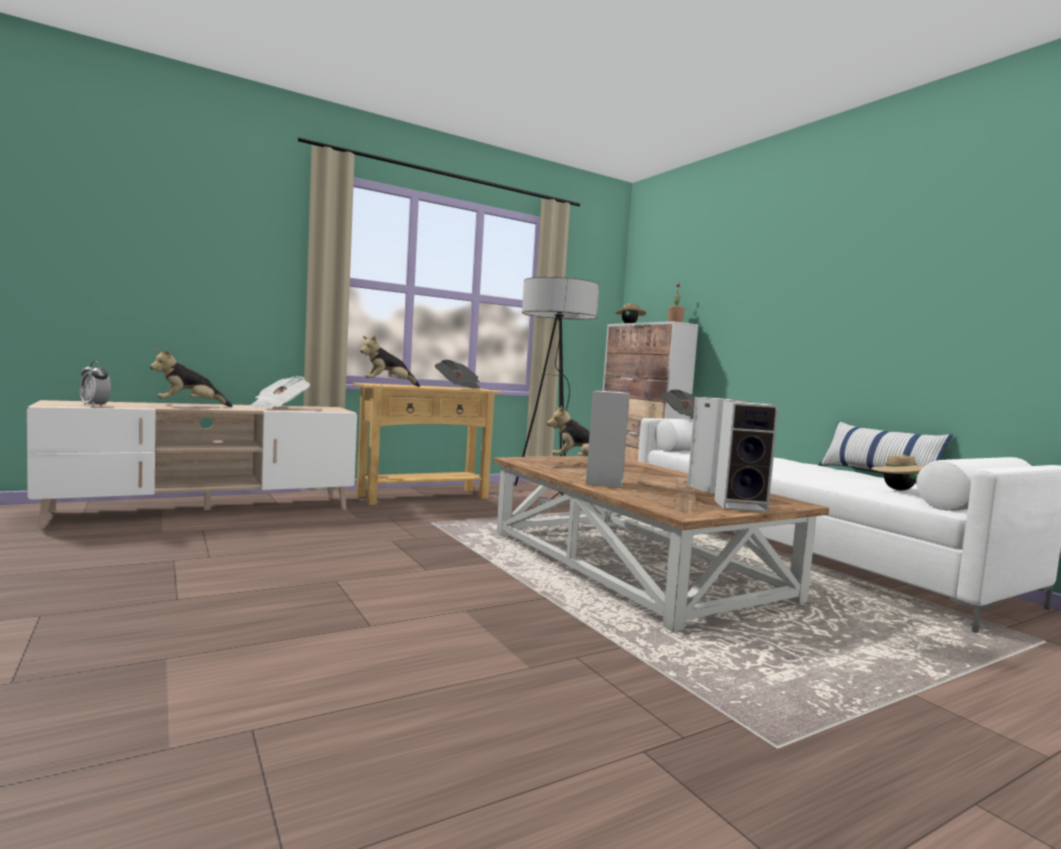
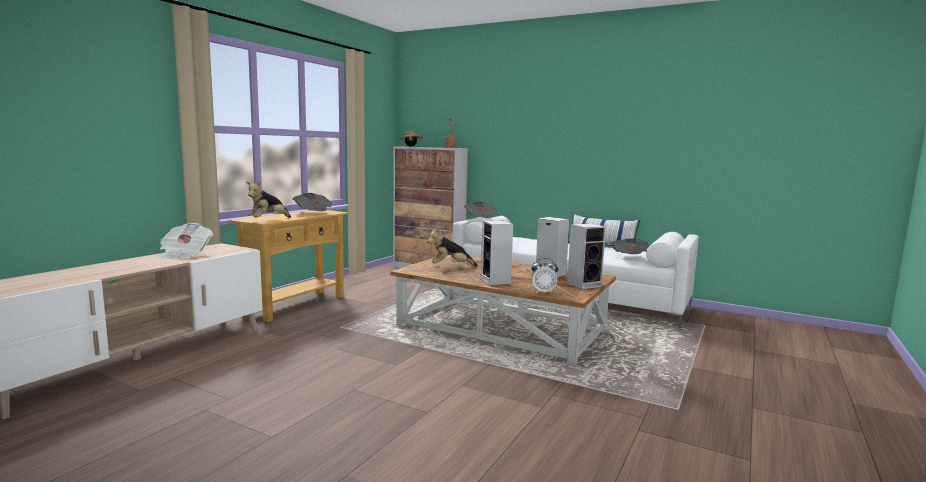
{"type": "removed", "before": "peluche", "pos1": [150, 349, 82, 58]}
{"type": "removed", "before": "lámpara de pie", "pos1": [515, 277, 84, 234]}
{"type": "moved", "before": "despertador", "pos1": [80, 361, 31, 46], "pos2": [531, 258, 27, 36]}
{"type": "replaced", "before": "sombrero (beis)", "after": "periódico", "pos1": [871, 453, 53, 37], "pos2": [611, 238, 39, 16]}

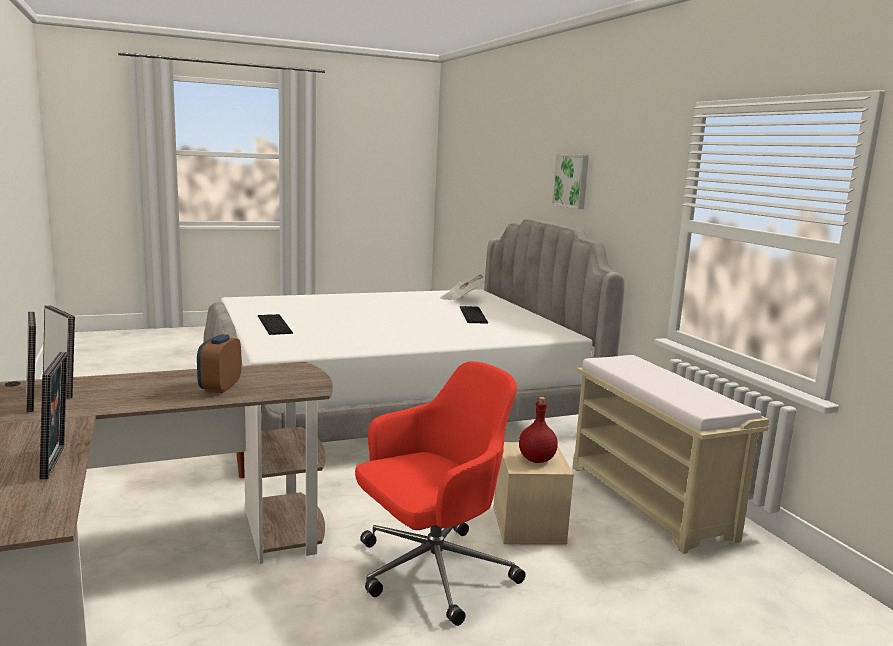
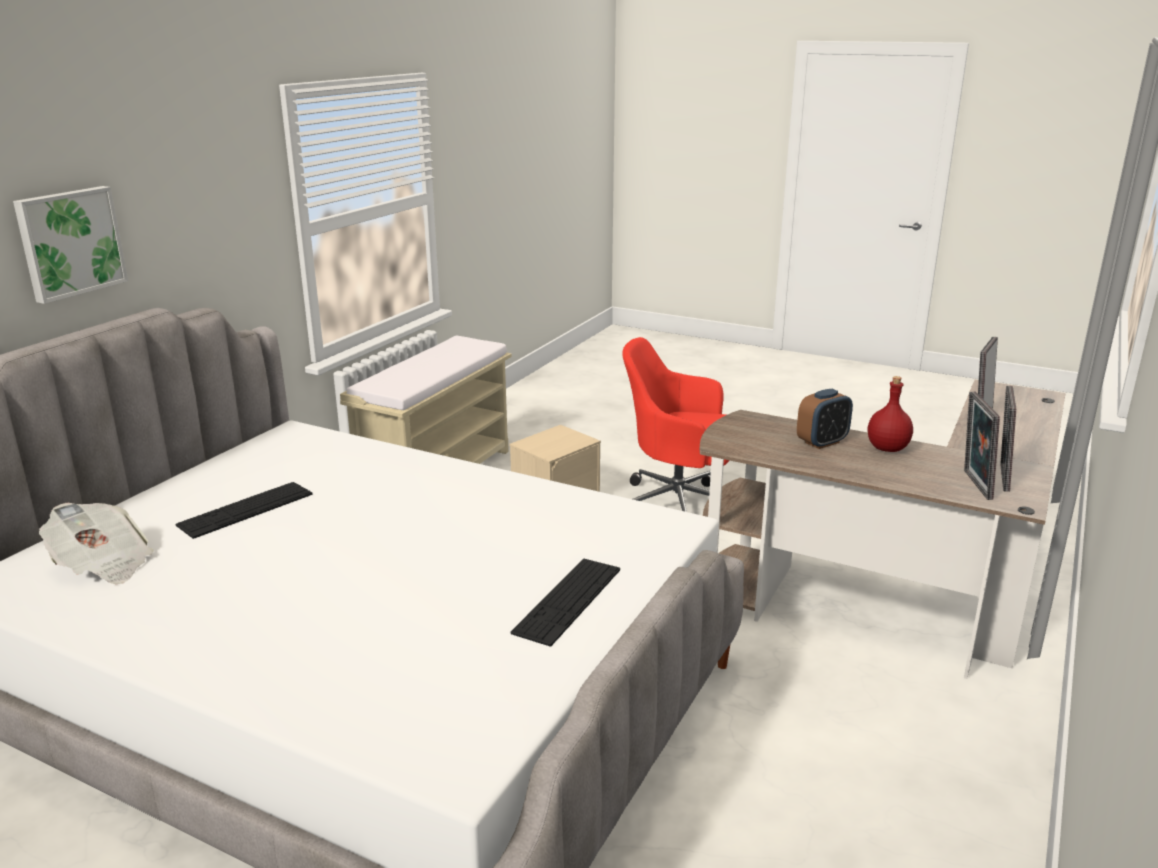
{"type": "moved", "before": "botella (rojo)", "pos1": [519, 397, 39, 66], "pos2": [868, 376, 45, 76]}

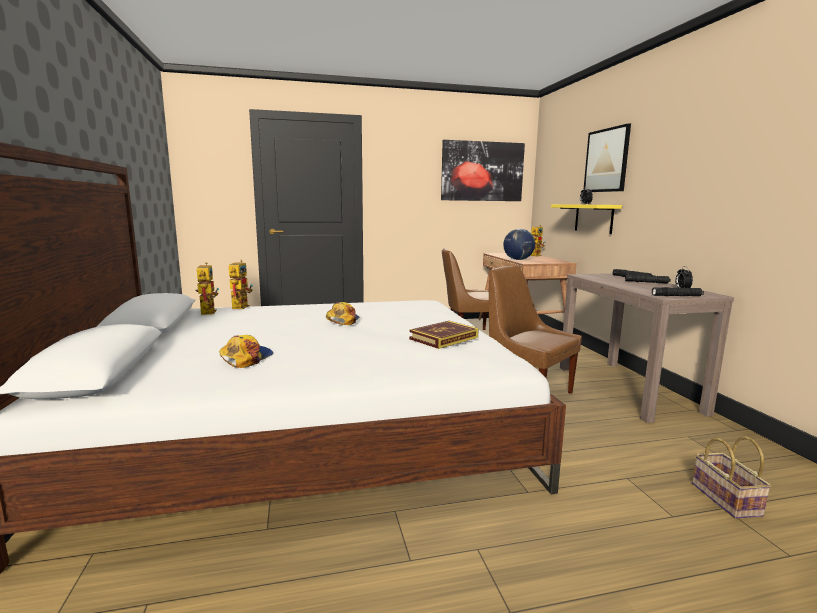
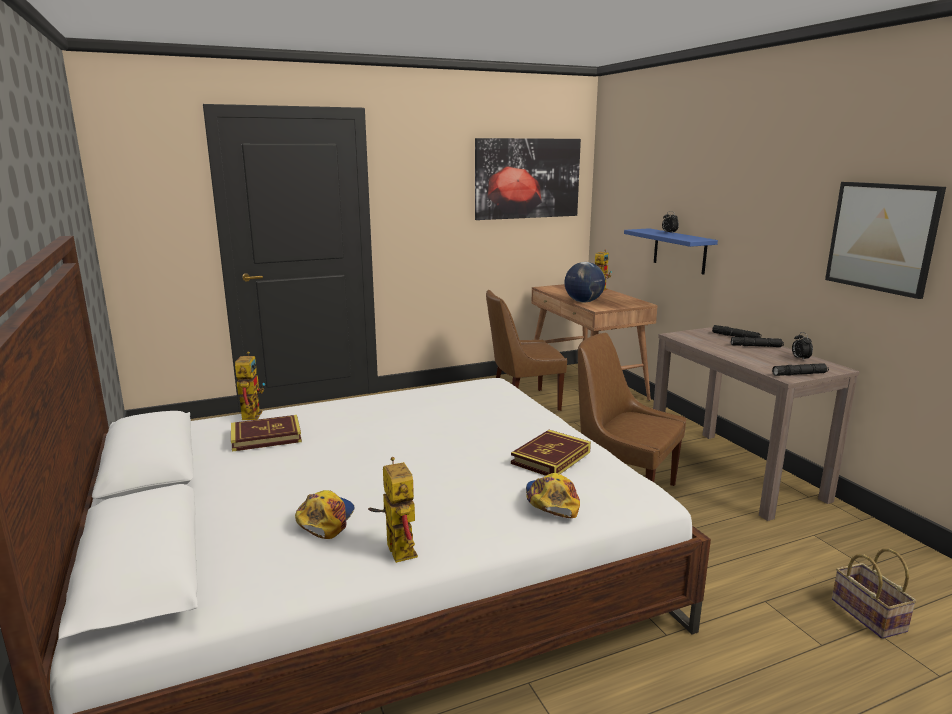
{"type": "added", "after": "libro", "pos2": [231, 415, 71, 37]}
{"type": "moved", "before": "robot de juguete", "pos1": [195, 262, 24, 53], "pos2": [368, 457, 50, 106]}
{"type": "moved", "before": "gorra", "pos1": [326, 302, 33, 23], "pos2": [526, 473, 54, 45]}
{"type": "moved", "before": "cuadro", "pos1": [583, 123, 48, 69], "pos2": [825, 182, 121, 117]}
{"type": "recoloured", "before": "estante (amarillo)", "after": "estante (azul)", "pos1": [551, 204, 71, 30], "pos2": [624, 228, 94, 47]}

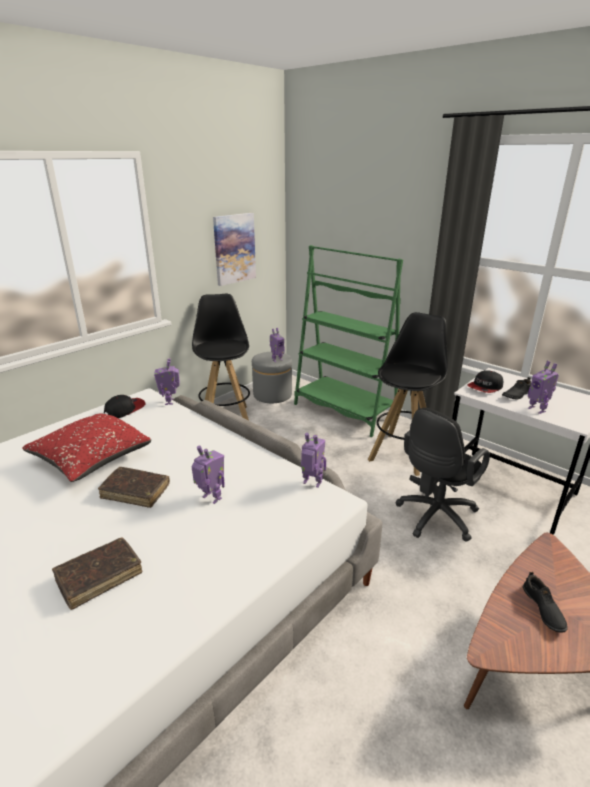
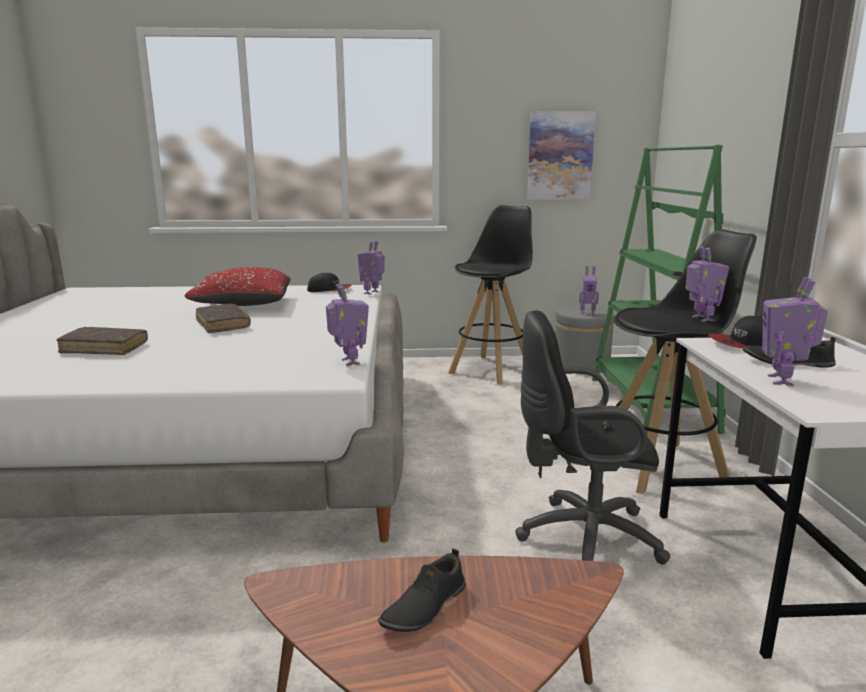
{"type": "moved", "before": "robot de juguete", "pos1": [191, 445, 34, 59], "pos2": [685, 246, 44, 76]}

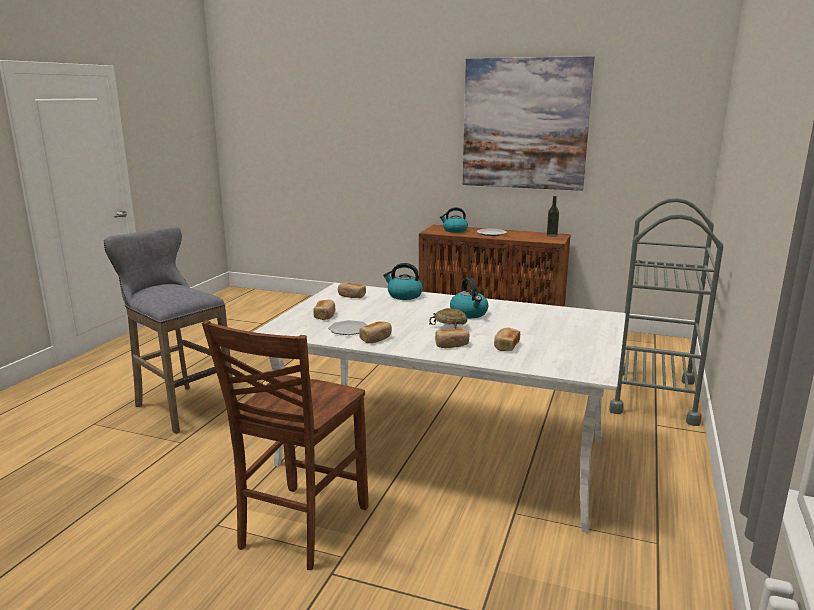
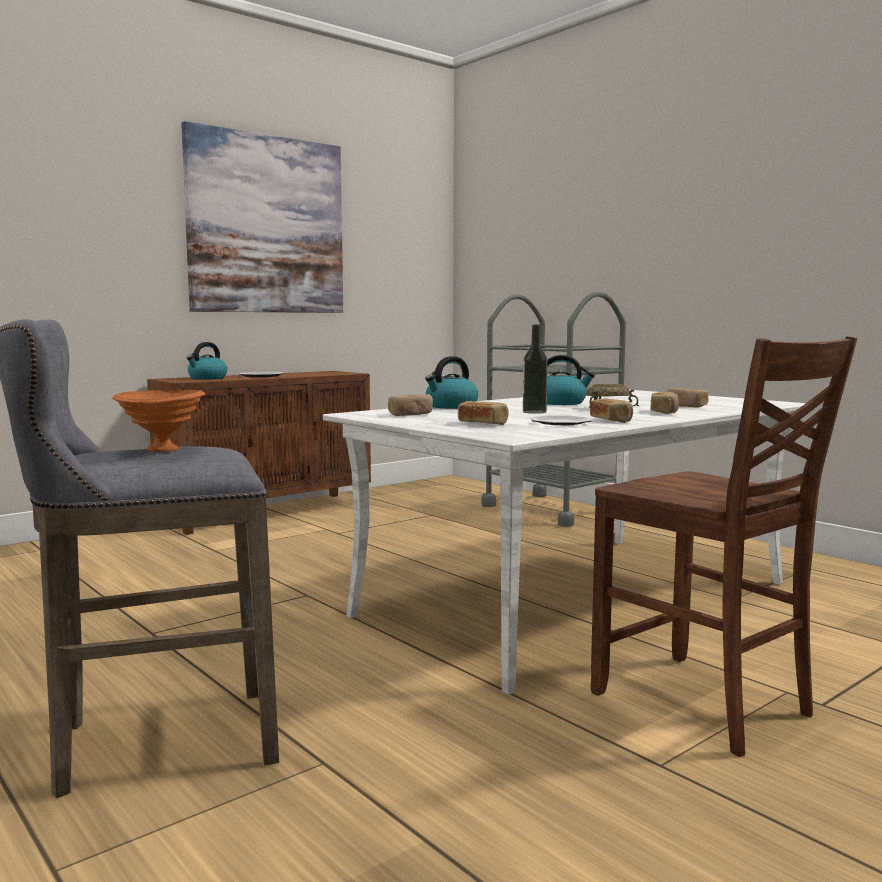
{"type": "added", "after": "cuenco (naranja)", "pos2": [112, 390, 94, 62]}
{"type": "moved", "before": "botella", "pos1": [547, 196, 12, 41], "pos2": [523, 325, 25, 89]}

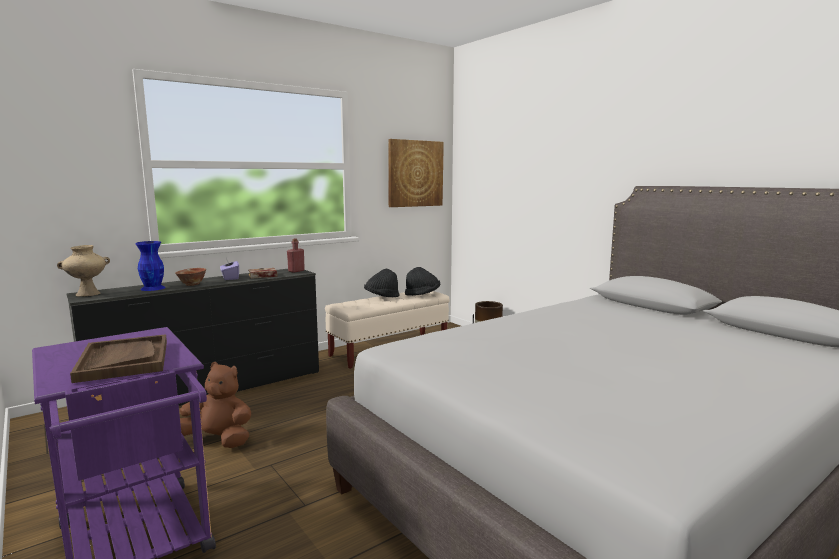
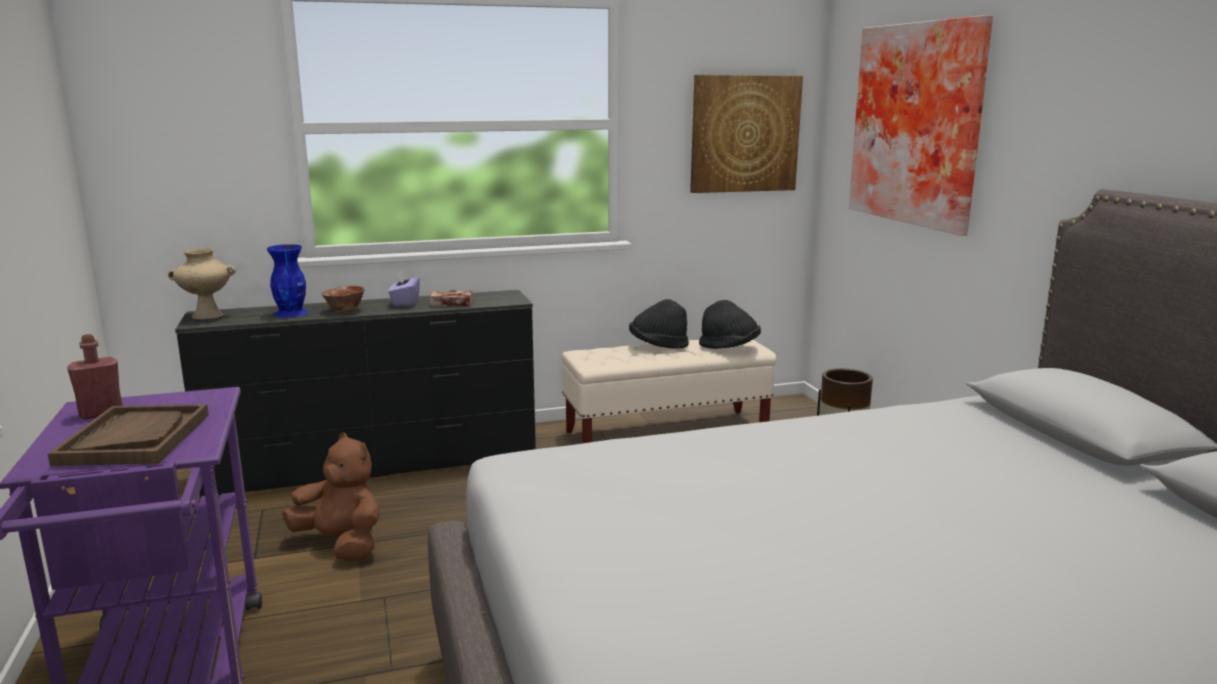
{"type": "added", "after": "cuadro", "pos2": [849, 15, 144, 221]}
{"type": "moved", "before": "botella (rojo)", "pos1": [287, 238, 18, 35], "pos2": [67, 334, 55, 85]}

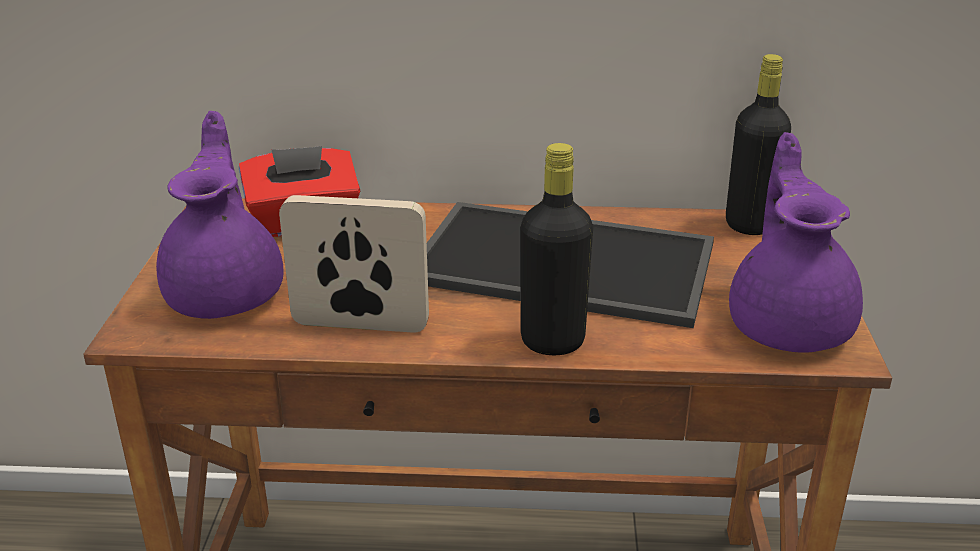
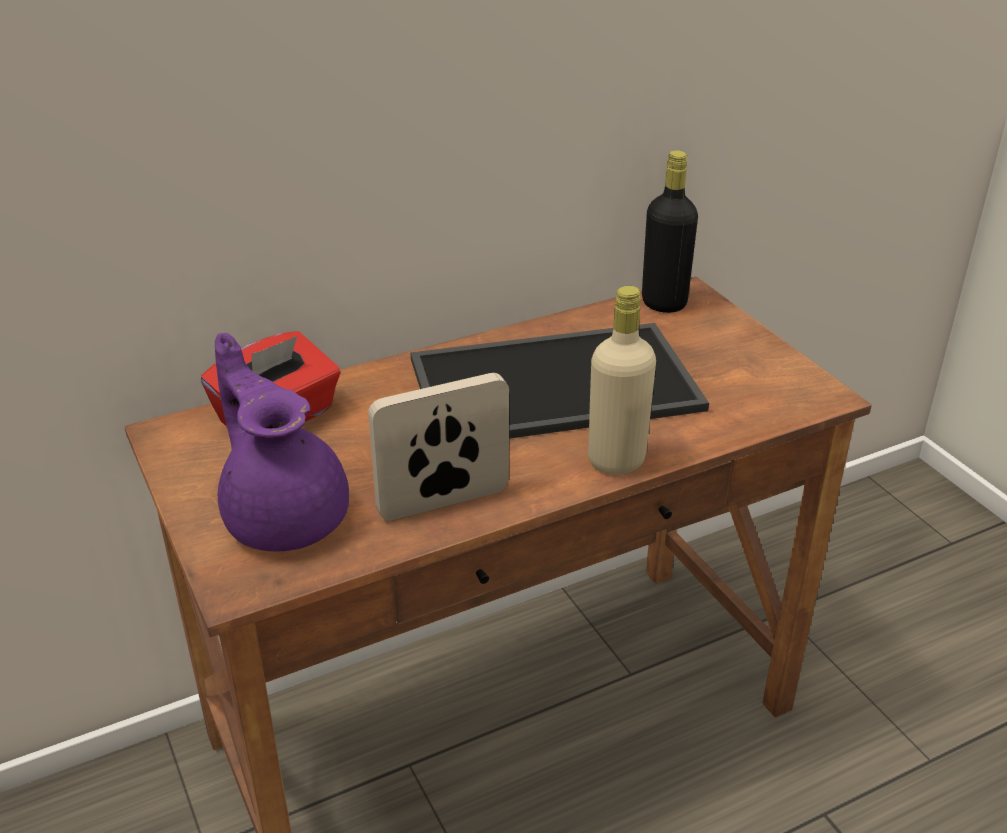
{"type": "removed", "before": "tetera (morado)", "pos1": [729, 132, 134, 221]}
{"type": "recoloured", "before": "botella (negro)", "after": "botella (beis)", "pos1": [521, 143, 72, 212], "pos2": [588, 286, 68, 189]}

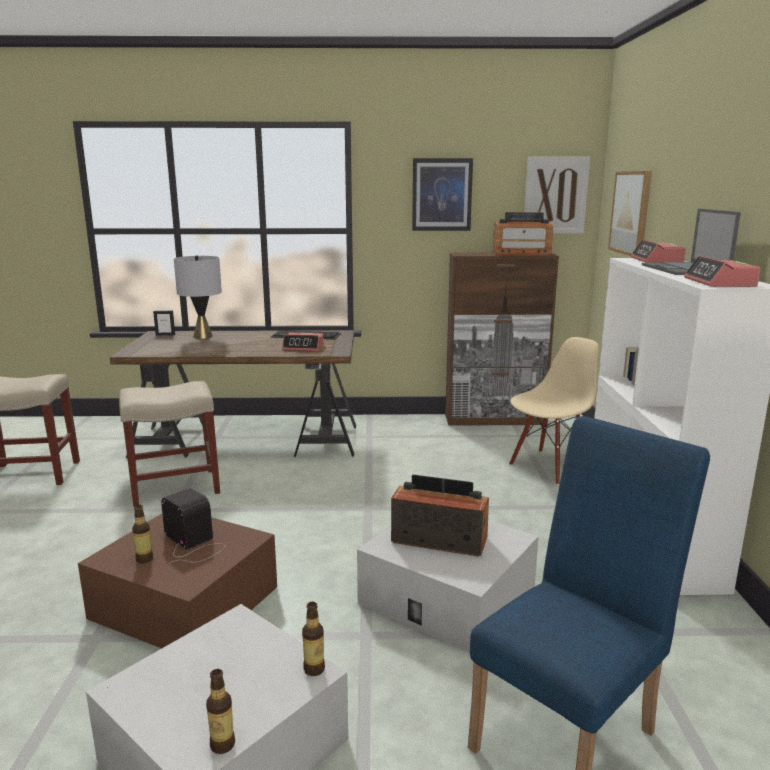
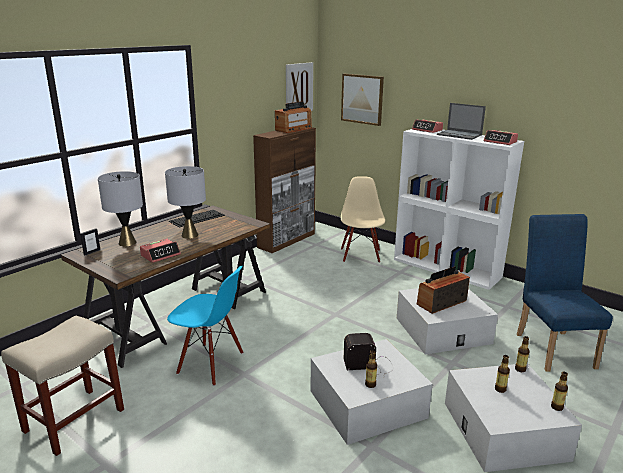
{"type": "removed", "before": "cuadro", "pos1": [412, 158, 61, 73]}
{"type": "added", "after": "lámpara de mesa (gris)", "pos2": [165, 166, 41, 73]}
{"type": "added", "after": "botella", "pos2": [495, 355, 15, 38]}
{"type": "moved", "before": "despertador", "pos1": [282, 333, 42, 18], "pos2": [140, 239, 41, 24]}
{"type": "replaced", "before": "taburete (beis)", "after": "silla (azul)", "pos1": [119, 381, 101, 126], "pos2": [167, 266, 76, 120]}
{"type": "recoloured", "before": "caja de almacenaje (marrón)", "after": "caja de almacenaje (blanco)", "pos1": [78, 514, 199, 134], "pos2": [311, 339, 122, 106]}

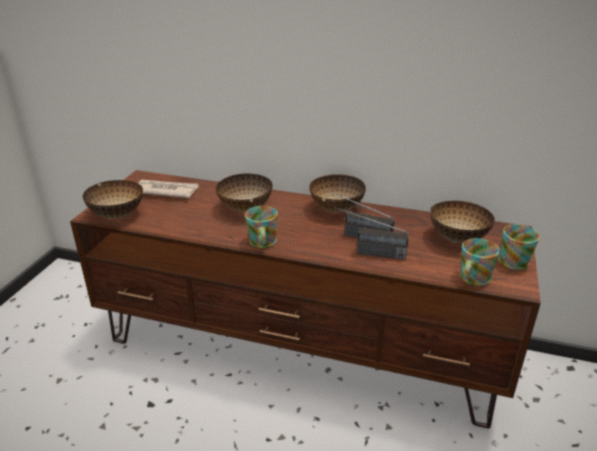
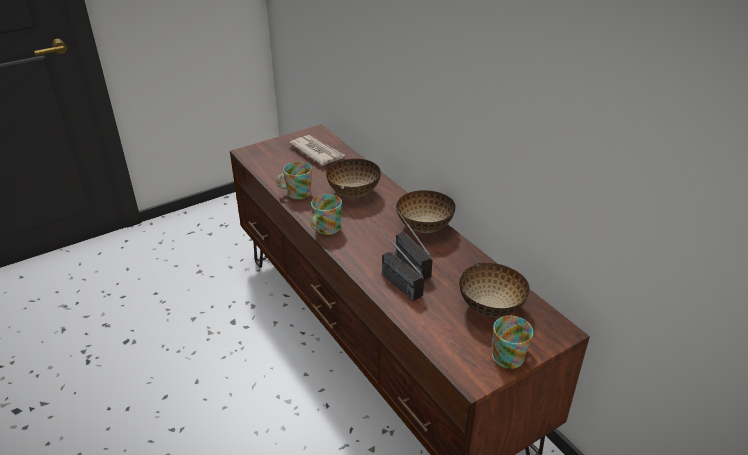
{"type": "removed", "before": "cuenco", "pos1": [83, 180, 60, 39]}
{"type": "moved", "before": "taza grande", "pos1": [460, 238, 40, 48], "pos2": [276, 162, 36, 37]}

